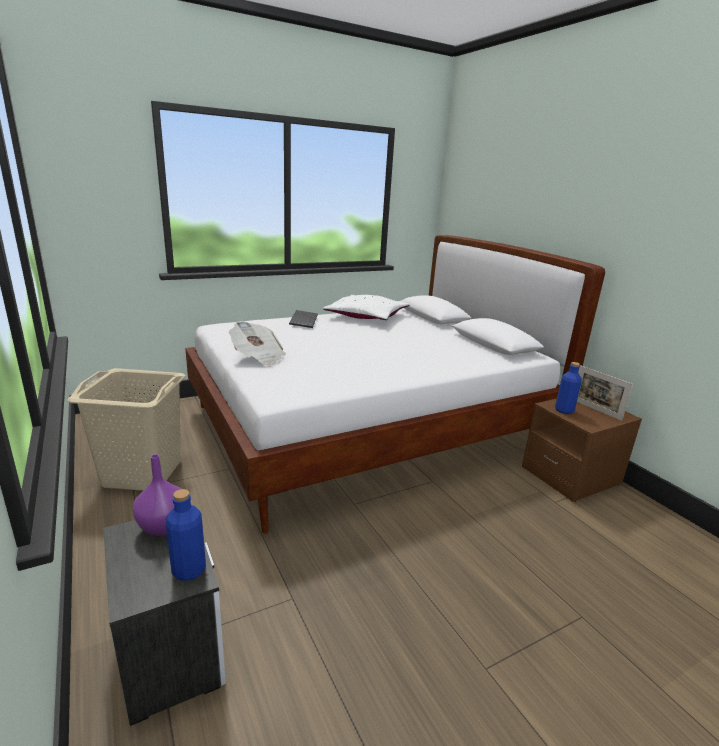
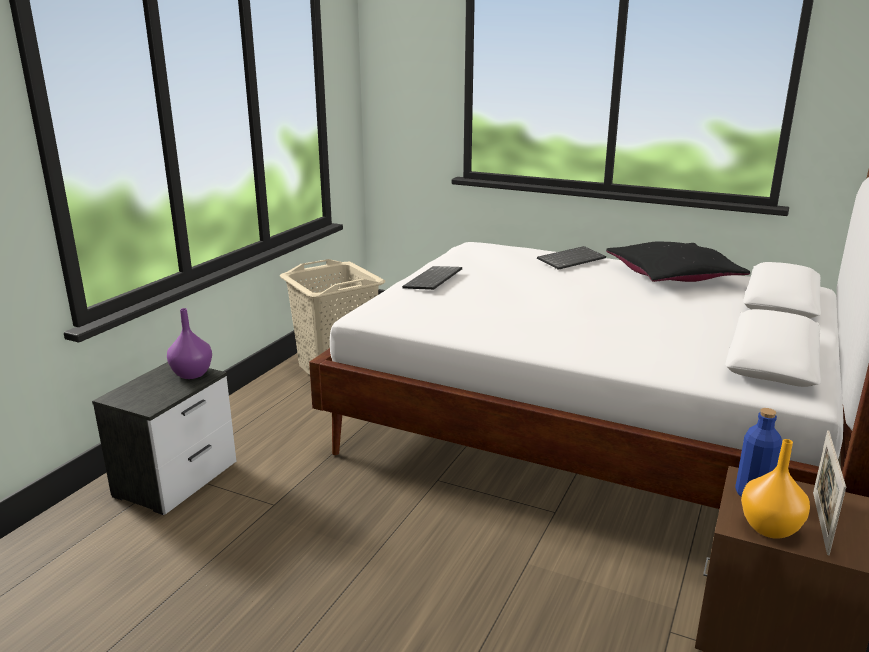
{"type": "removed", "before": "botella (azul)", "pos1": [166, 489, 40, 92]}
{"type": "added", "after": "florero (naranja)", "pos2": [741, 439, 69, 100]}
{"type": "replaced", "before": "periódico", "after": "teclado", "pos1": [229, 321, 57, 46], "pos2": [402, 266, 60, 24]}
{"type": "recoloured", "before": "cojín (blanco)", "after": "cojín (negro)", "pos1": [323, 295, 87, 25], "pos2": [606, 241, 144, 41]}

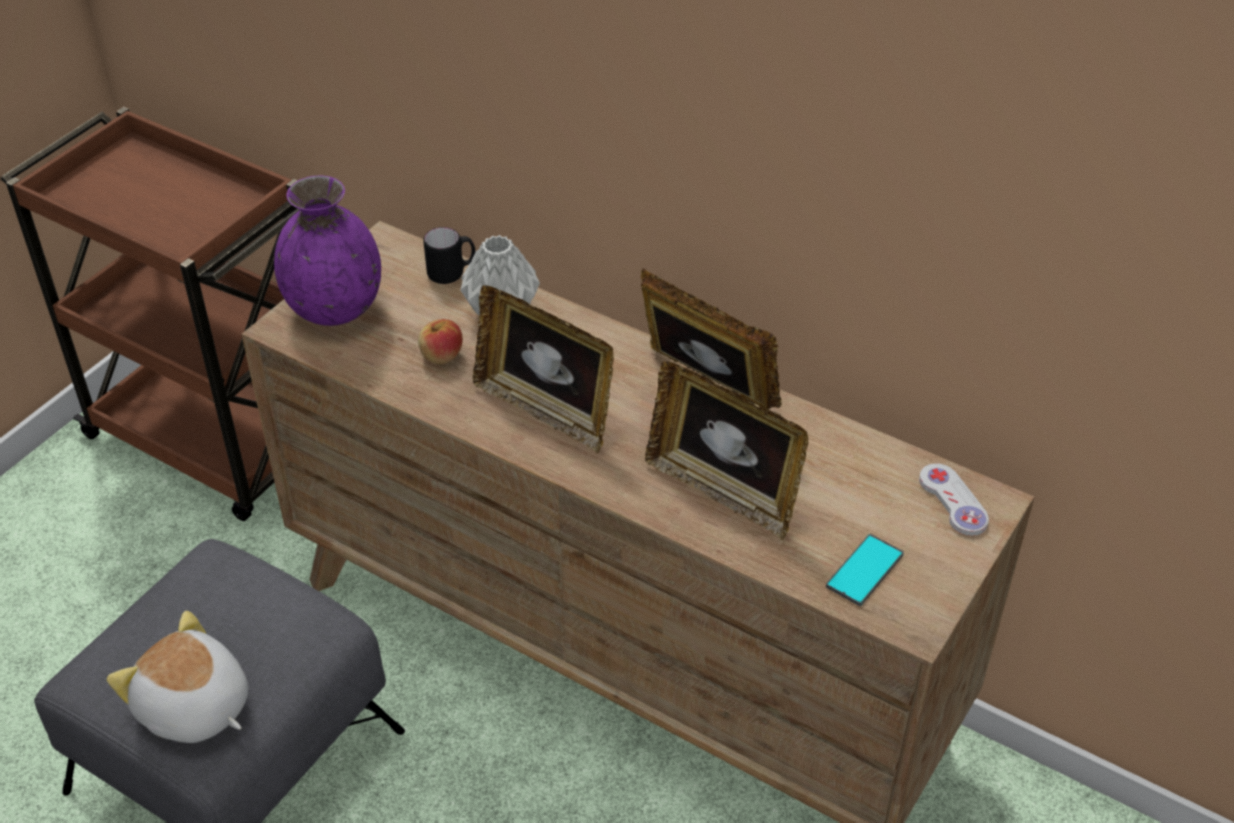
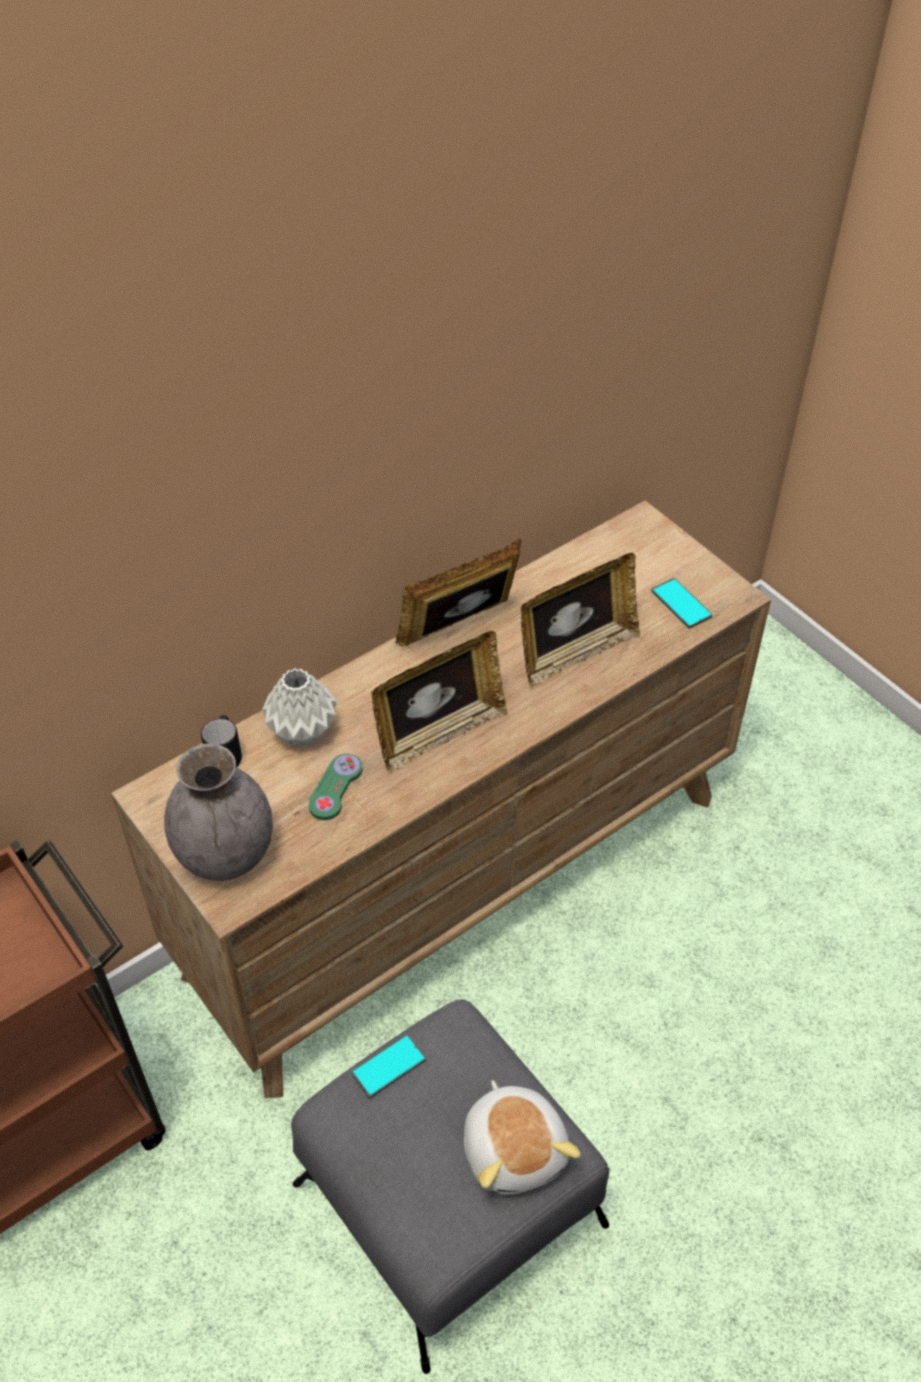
{"type": "removed", "before": "mando de consola (blanco)", "pos1": [919, 463, 70, 73]}
{"type": "added", "after": "móvil", "pos2": [351, 1035, 75, 63]}
{"type": "replaced", "before": "manzana", "after": "mando de consola (verde)", "pos1": [418, 319, 45, 45], "pos2": [309, 754, 54, 66]}
{"type": "recoloured", "before": "florero (morado)", "after": "florero (gris)", "pos1": [274, 175, 107, 151], "pos2": [164, 743, 109, 138]}
{"type": "turned", "before": "peluche", "pos1": [107, 611, 142, 132], "pos2": [464, 1080, 117, 115], "turn": -75}

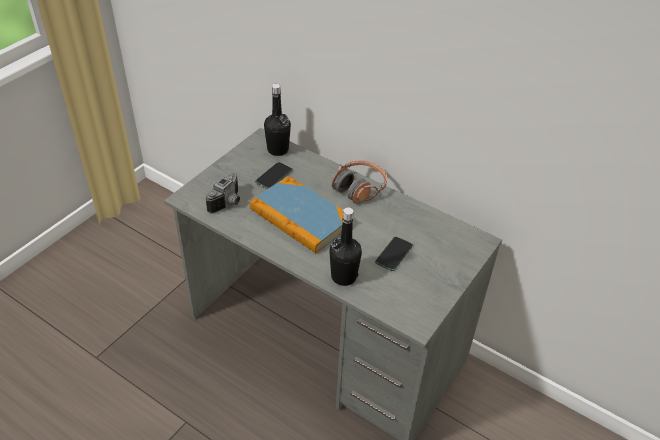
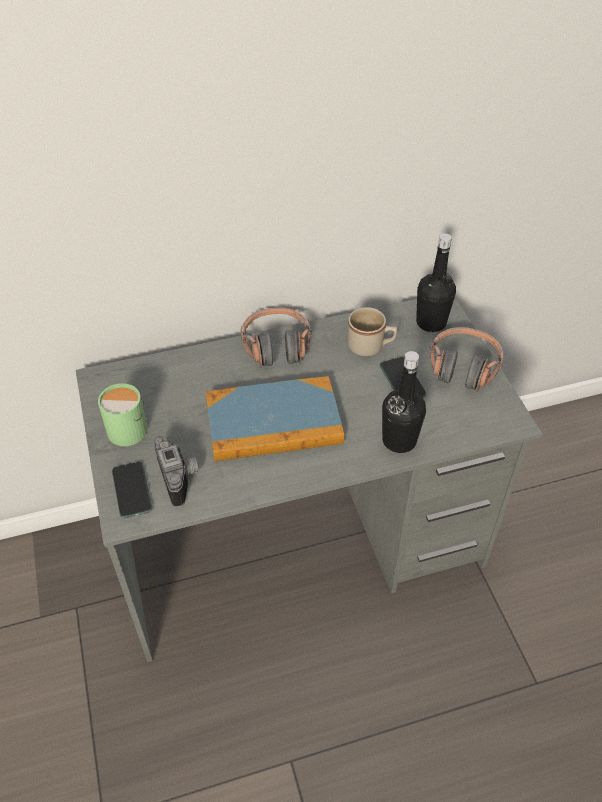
{"type": "added", "after": "taza grande (verde)", "pos2": [98, 383, 50, 63]}
{"type": "added", "after": "taza grande (beis)", "pos2": [348, 307, 49, 49]}
{"type": "added", "after": "auriculares", "pos2": [431, 327, 73, 65]}
{"type": "moved", "before": "móvil", "pos1": [255, 162, 38, 27], "pos2": [112, 462, 40, 56]}
{"type": "moved", "before": "botella (negro)", "pos1": [264, 84, 27, 72], "pos2": [416, 233, 40, 99]}

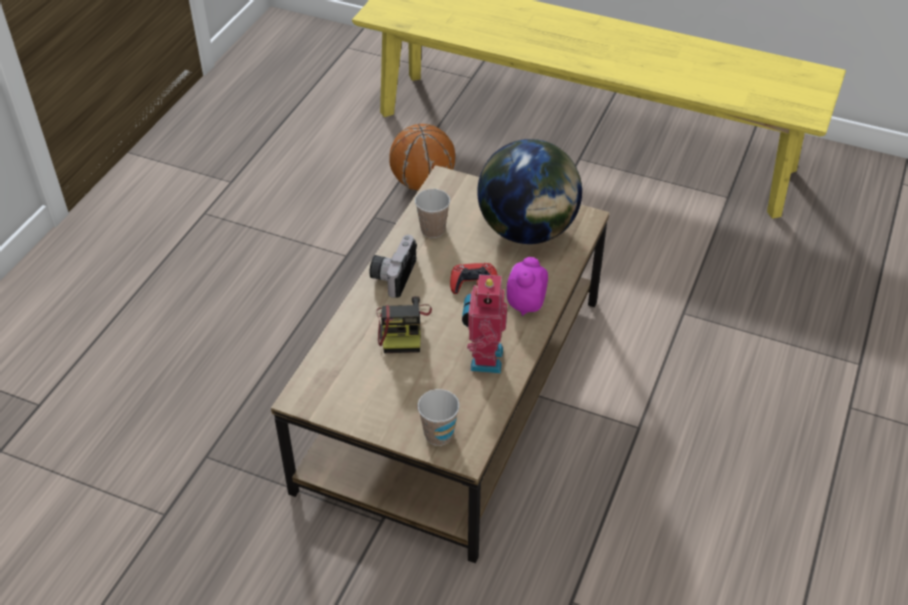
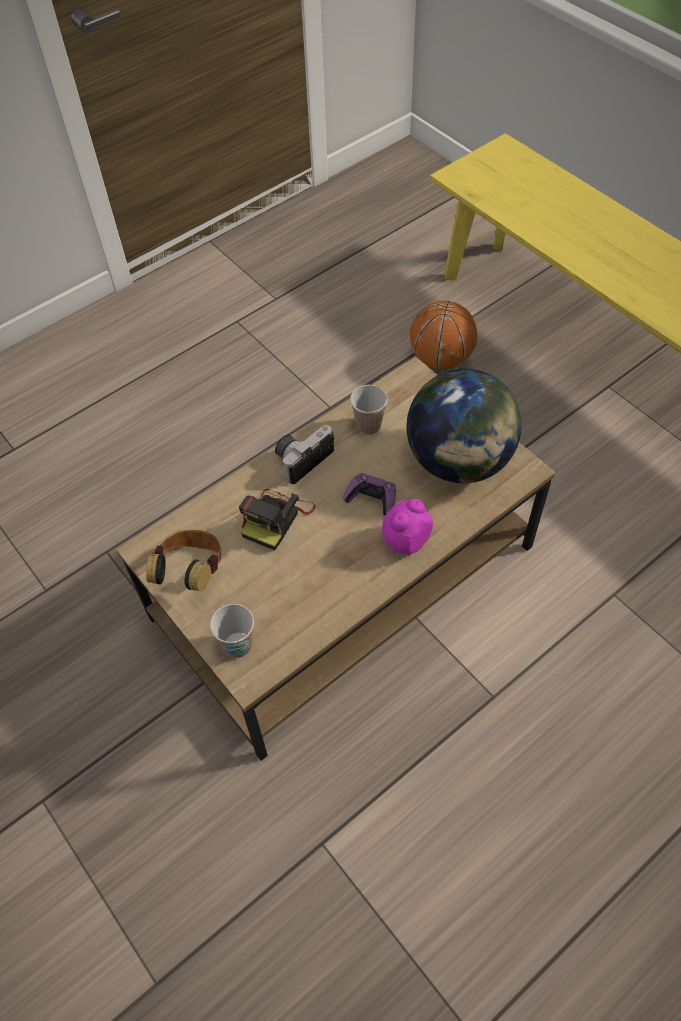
{"type": "removed", "before": "robot de juguete", "pos1": [462, 270, 45, 103]}
{"type": "added", "after": "auriculares", "pos2": [146, 530, 75, 61]}
{"type": "recoloured", "before": "mando de consola (rojo)", "after": "mando de consola (morado)", "pos1": [450, 263, 48, 31], "pos2": [343, 473, 53, 42]}

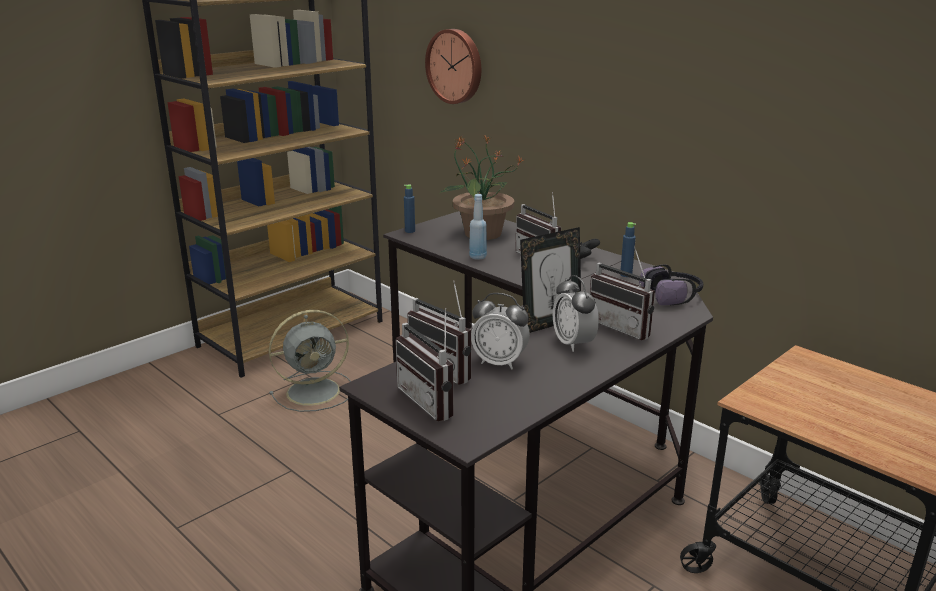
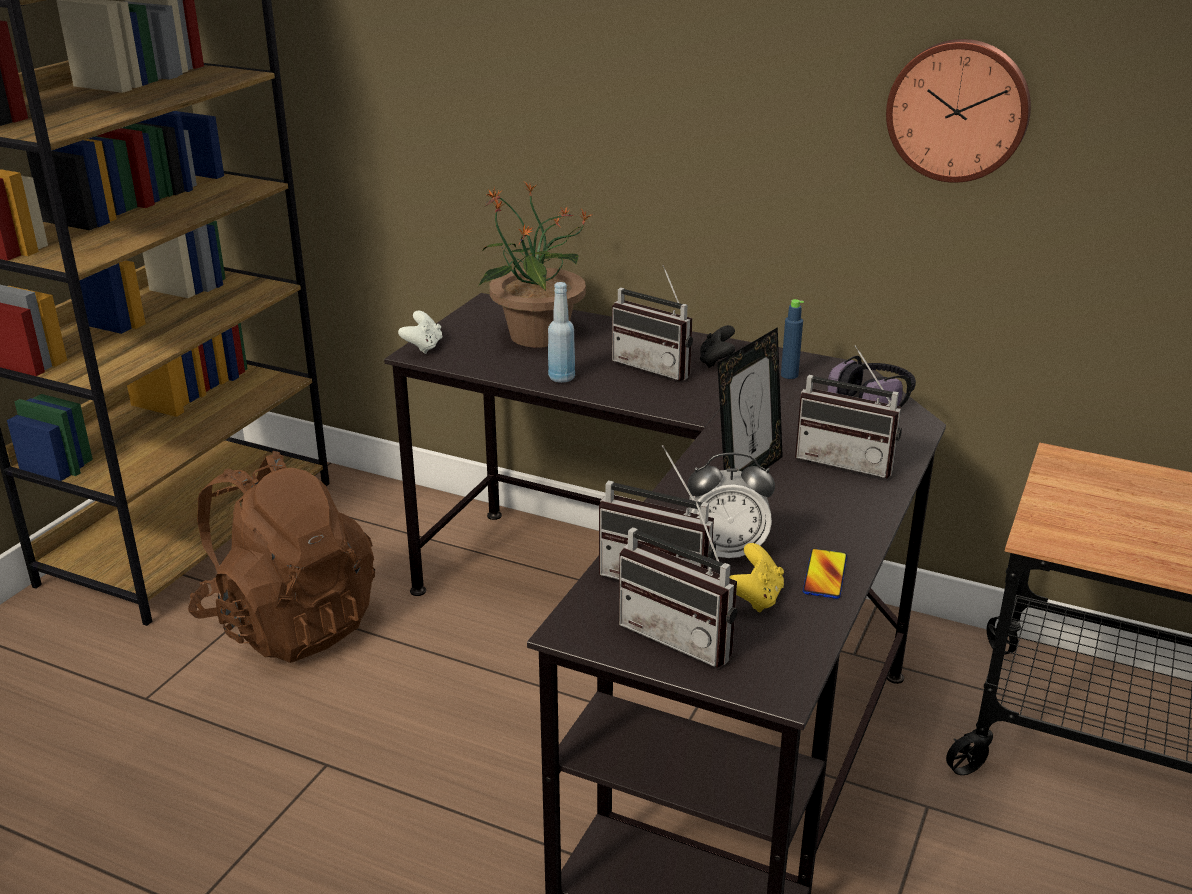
{"type": "removed", "before": "despertador", "pos1": [553, 275, 46, 77]}
{"type": "added", "after": "mando de consola (amarillo)", "pos2": [730, 543, 54, 70]}
{"type": "added", "after": "móvil", "pos2": [803, 548, 44, 51]}
{"type": "moved", "before": "reloj de pared", "pos1": [425, 29, 56, 75], "pos2": [886, 39, 145, 144]}
{"type": "replaced", "before": "ventilador (gris)", "after": "mochila (marrón)", "pos1": [269, 310, 82, 102], "pos2": [188, 451, 187, 212]}
{"type": "replaced", "before": "botella (azul)", "after": "mando de consola (blanco)", "pos1": [404, 184, 11, 49], "pos2": [398, 311, 44, 43]}

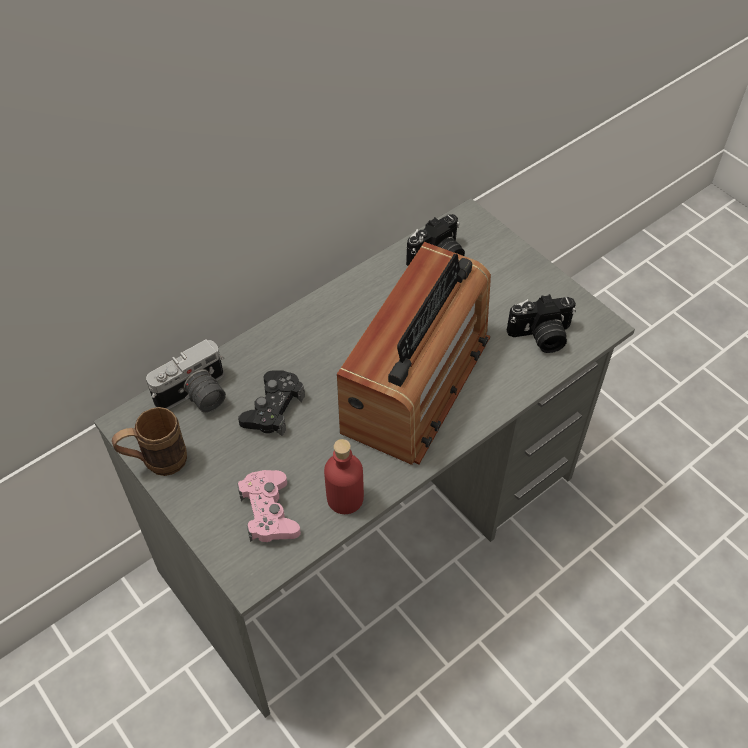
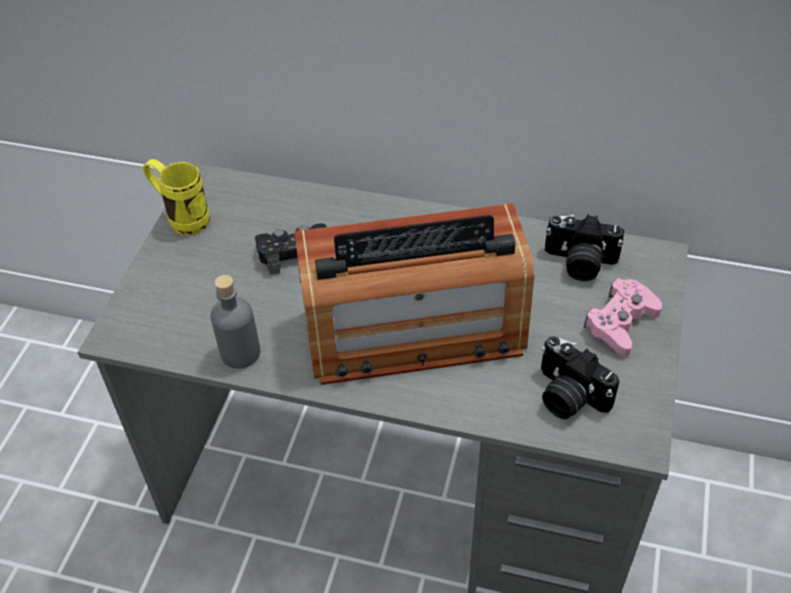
{"type": "removed", "before": "cámara", "pos1": [146, 339, 80, 73]}
{"type": "moved", "before": "mando de consola (rosa)", "pos1": [237, 470, 64, 72], "pos2": [583, 278, 79, 79]}
{"type": "recoloured", "before": "taza grande (marrón)", "after": "taza grande (amarillo)", "pos1": [112, 407, 75, 69], "pos2": [143, 159, 67, 76]}
{"type": "recoloured", "before": "botella (rojo)", "after": "botella (gris)", "pos1": [324, 439, 40, 75], "pos2": [211, 275, 49, 94]}

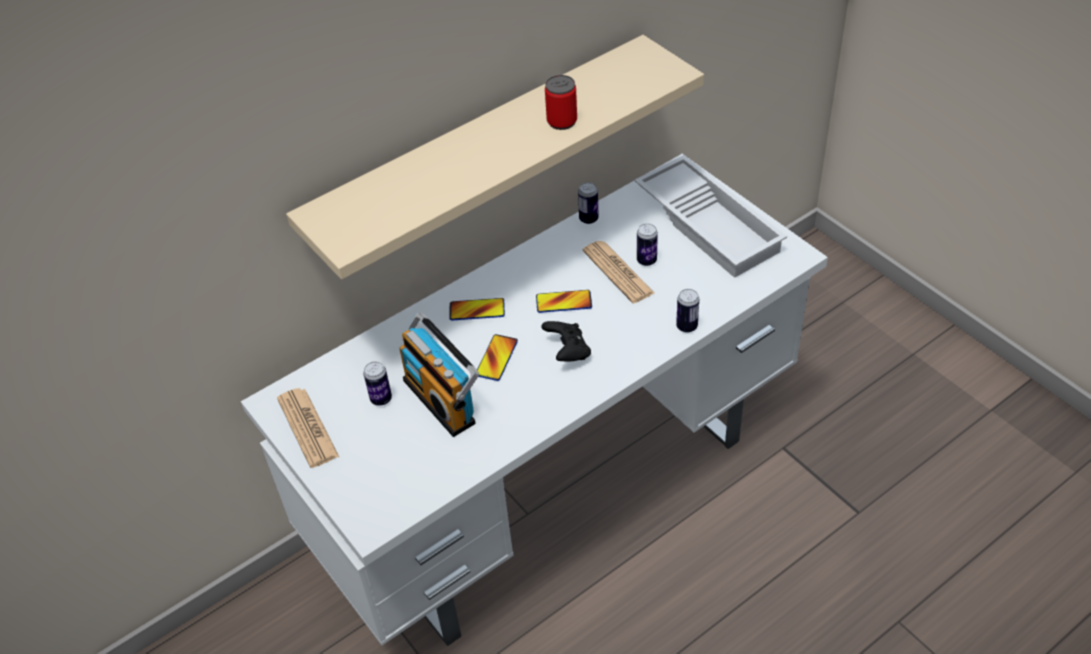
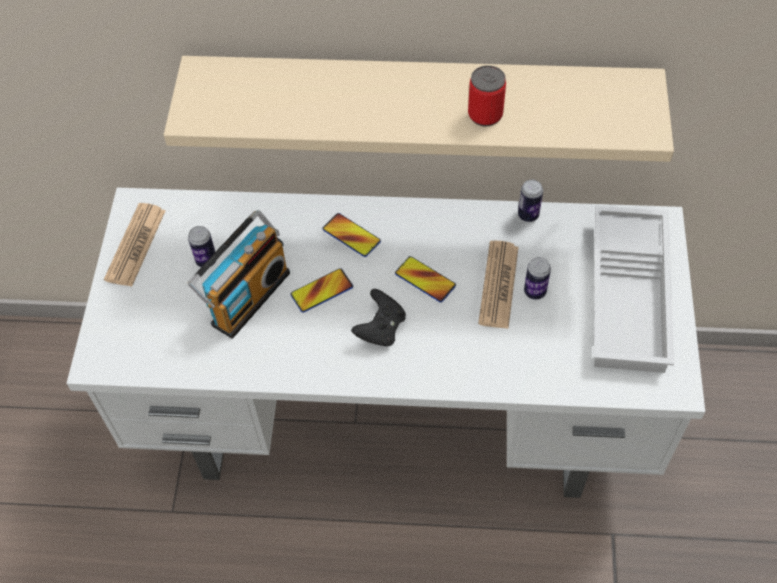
{"type": "removed", "before": "lata", "pos1": [676, 289, 23, 44]}
{"type": "turned", "before": "radio", "pos1": [399, 313, 80, 124], "pos2": [188, 210, 102, 129], "turn": -150}

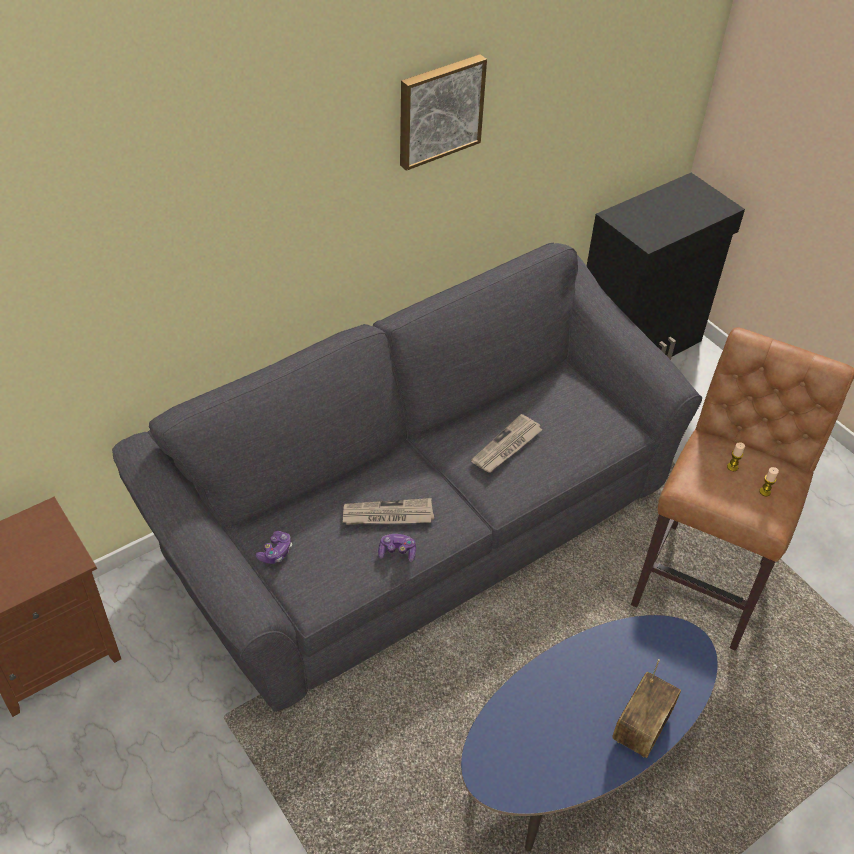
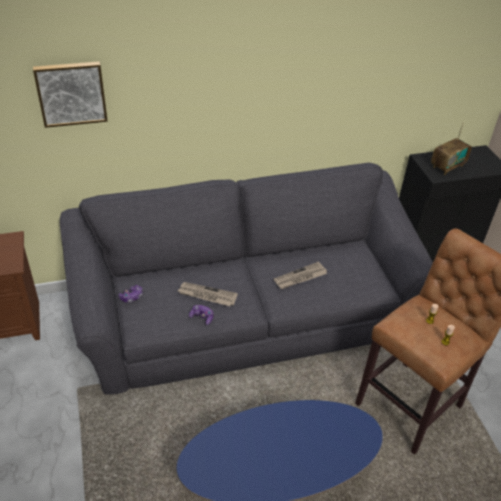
{"type": "moved", "before": "cuadro", "pos1": [400, 54, 87, 117], "pos2": [33, 61, 75, 67]}
{"type": "moved", "before": "radio", "pos1": [612, 659, 69, 99], "pos2": [431, 123, 41, 52]}

